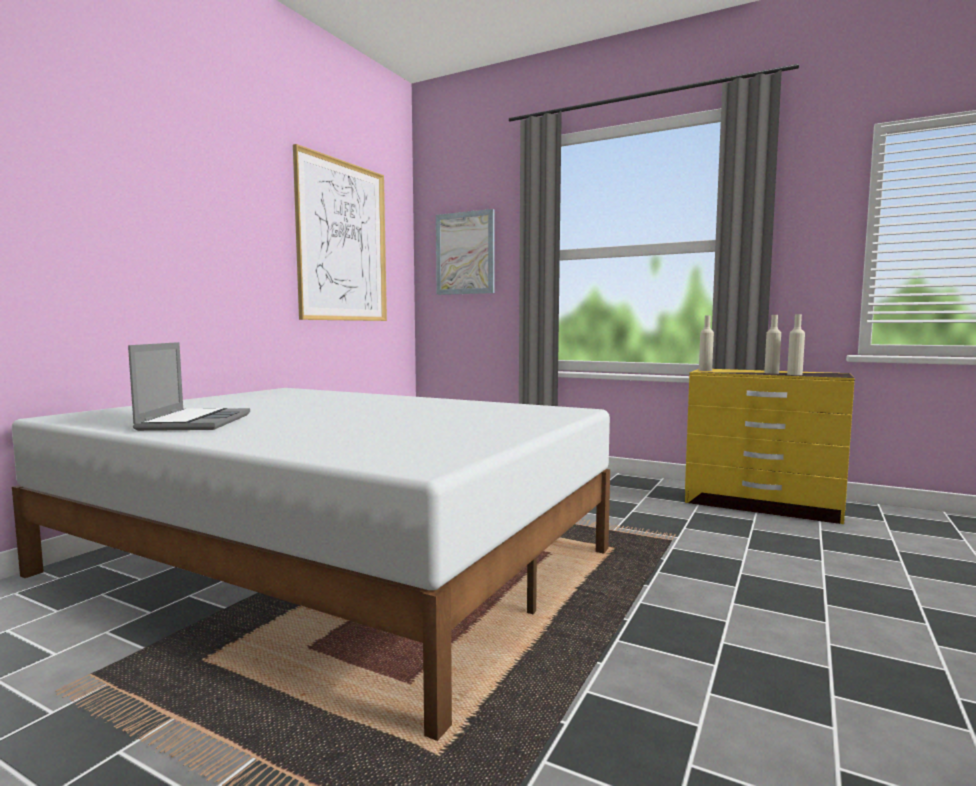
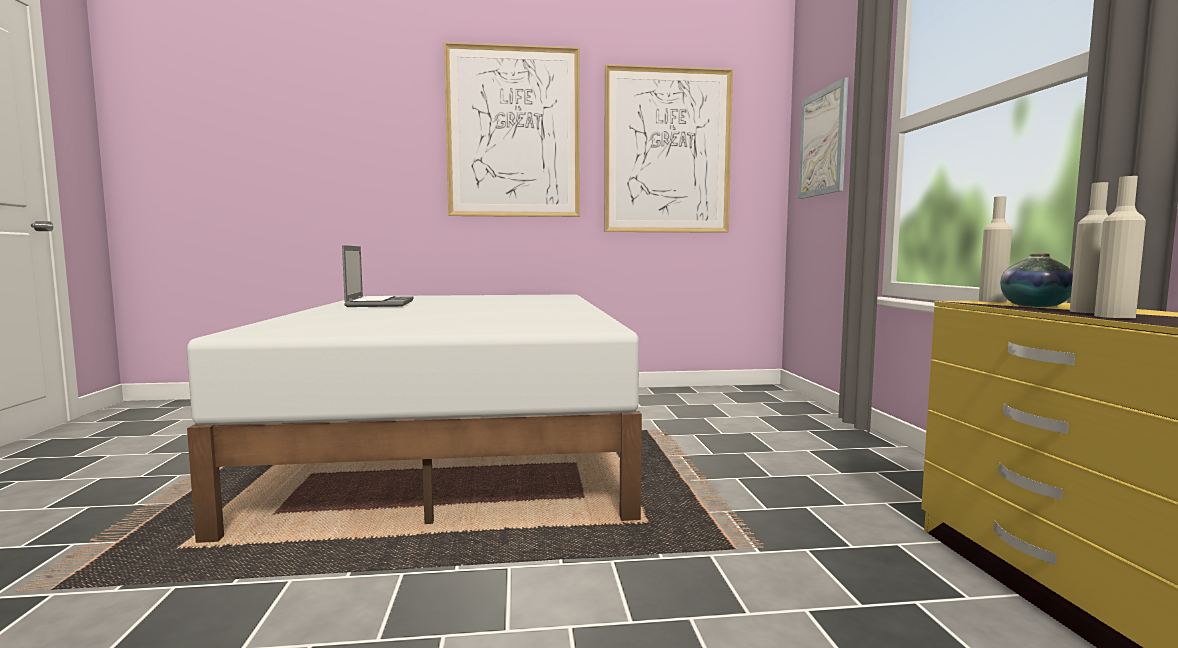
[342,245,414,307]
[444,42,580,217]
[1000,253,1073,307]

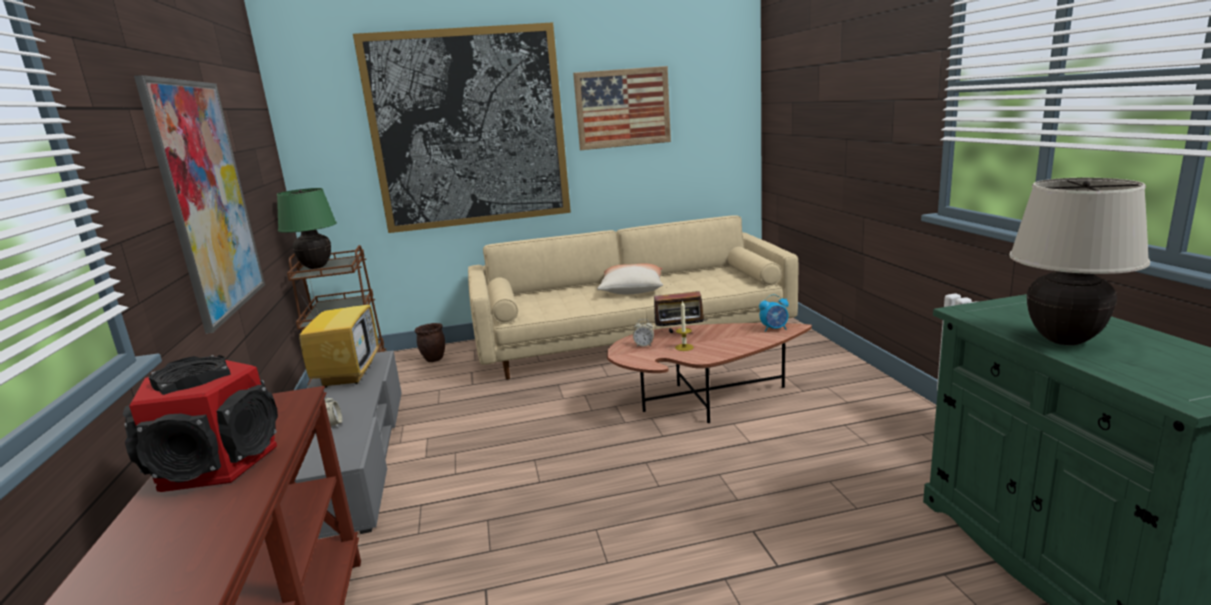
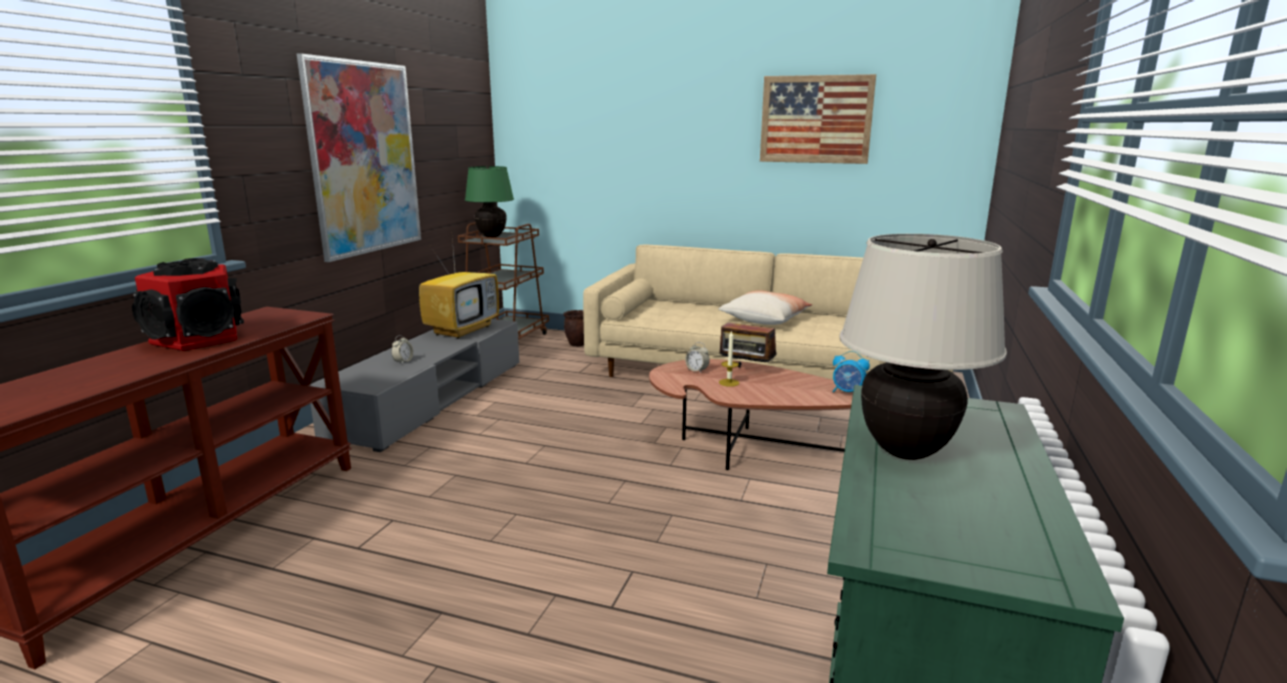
[353,22,571,233] (first image)

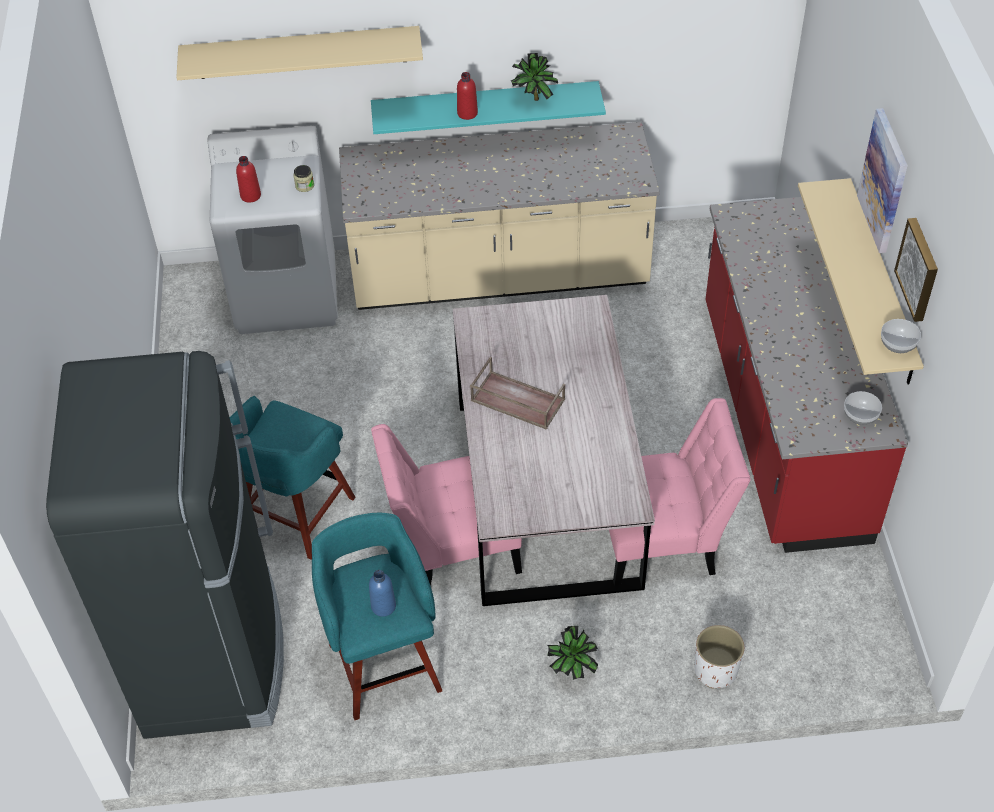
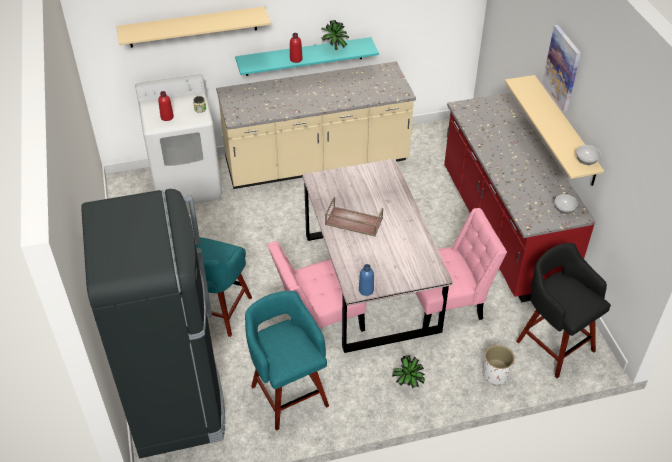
[894,218,938,322] (first image)
[359,264,374,296]
[516,243,611,378]

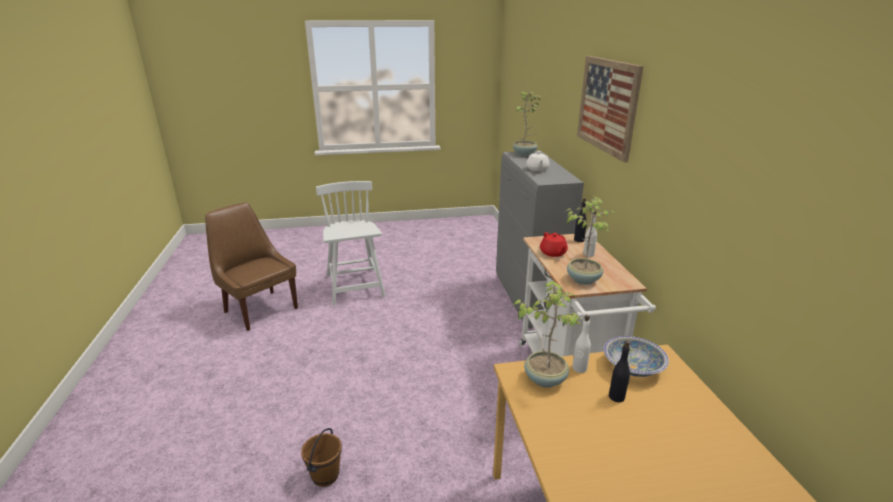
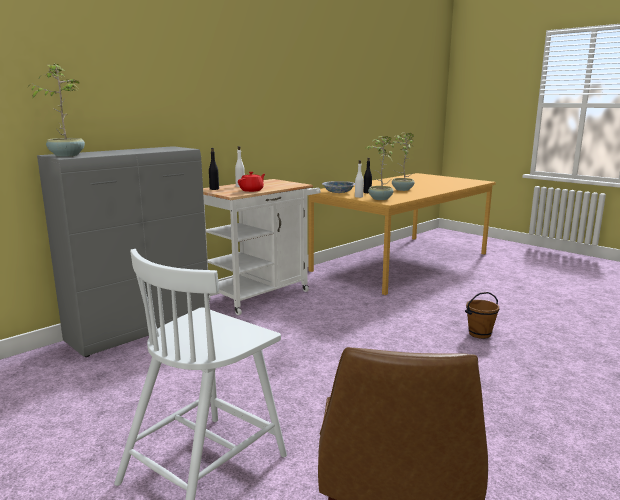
[577,56,644,162] (first image)
[526,151,550,171] (first image)
[392,133,415,191]

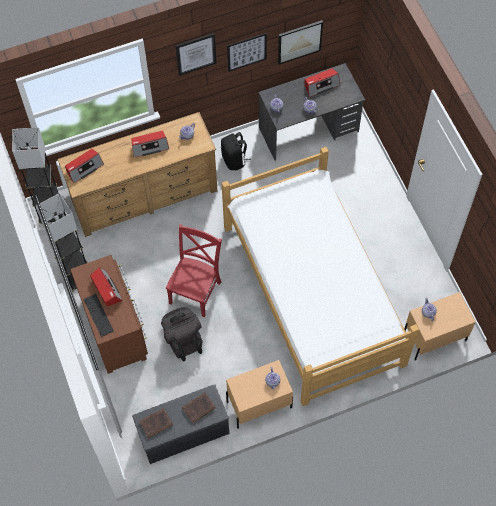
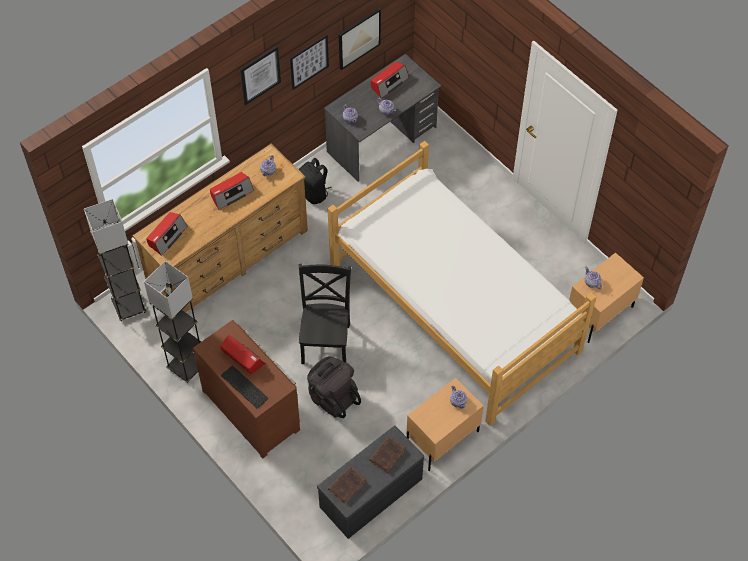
[298,264,351,364]

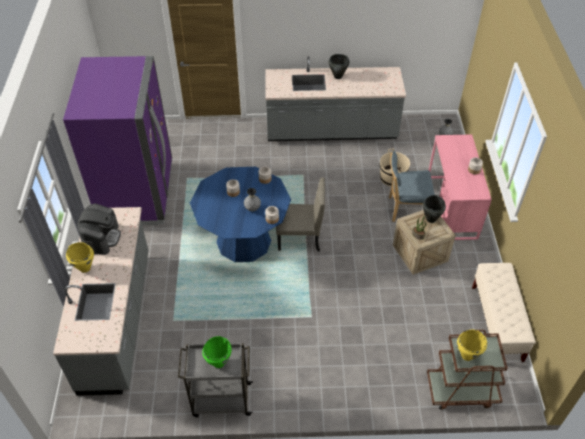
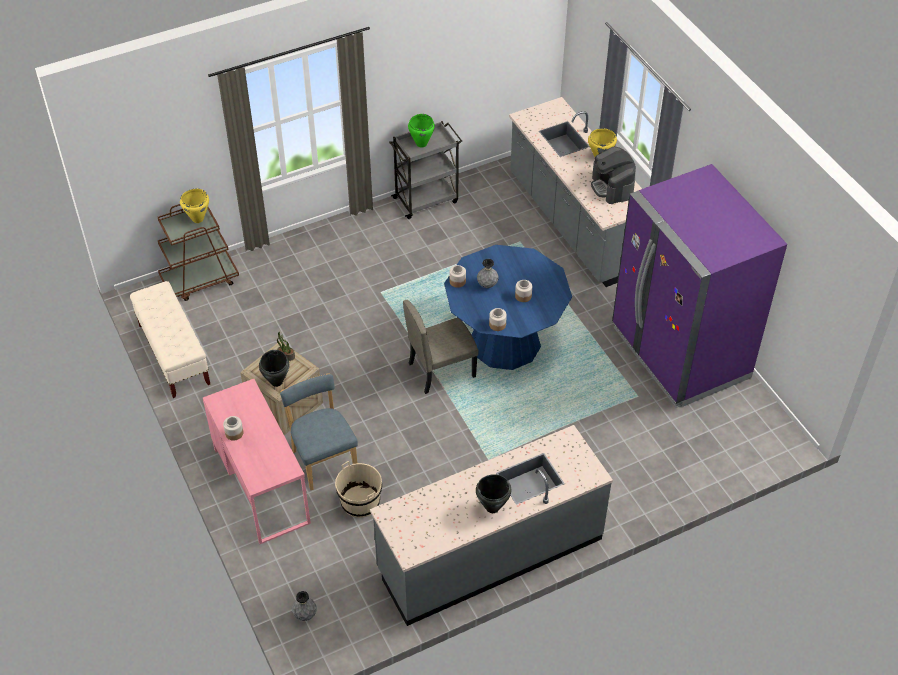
[280,373,358,490]

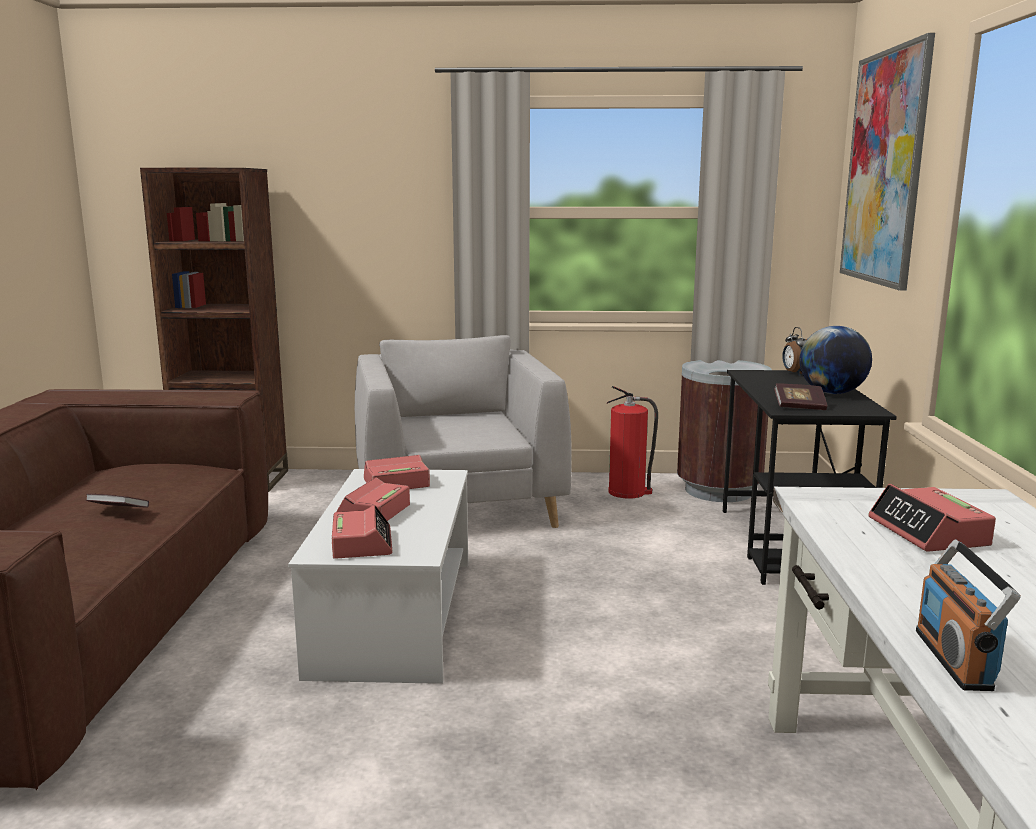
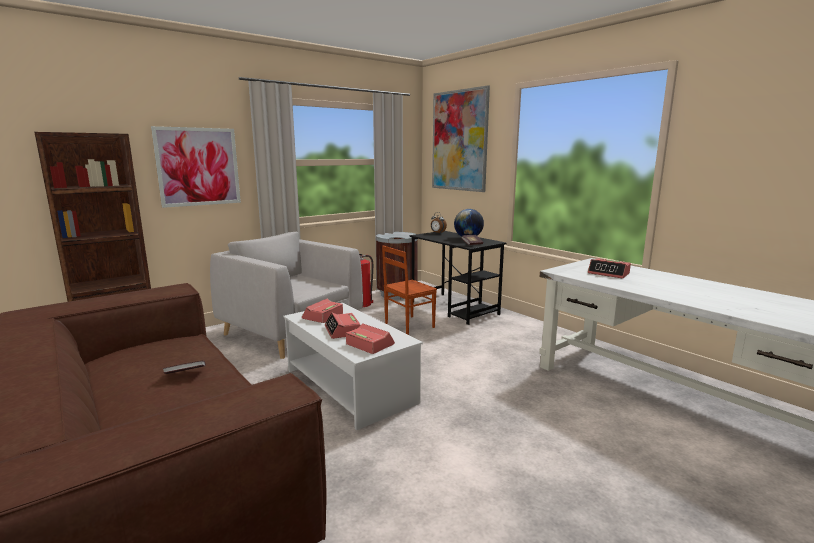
[916,539,1021,691] (first image)
[151,126,241,208]
[382,246,437,335]

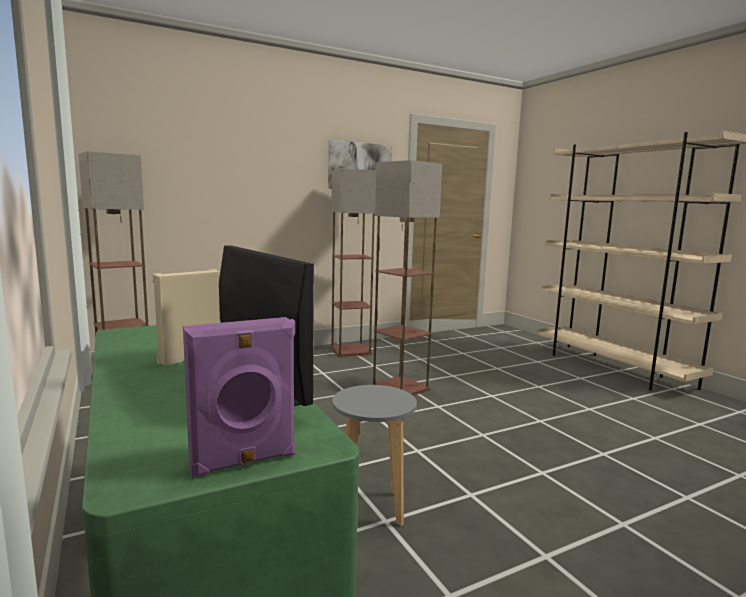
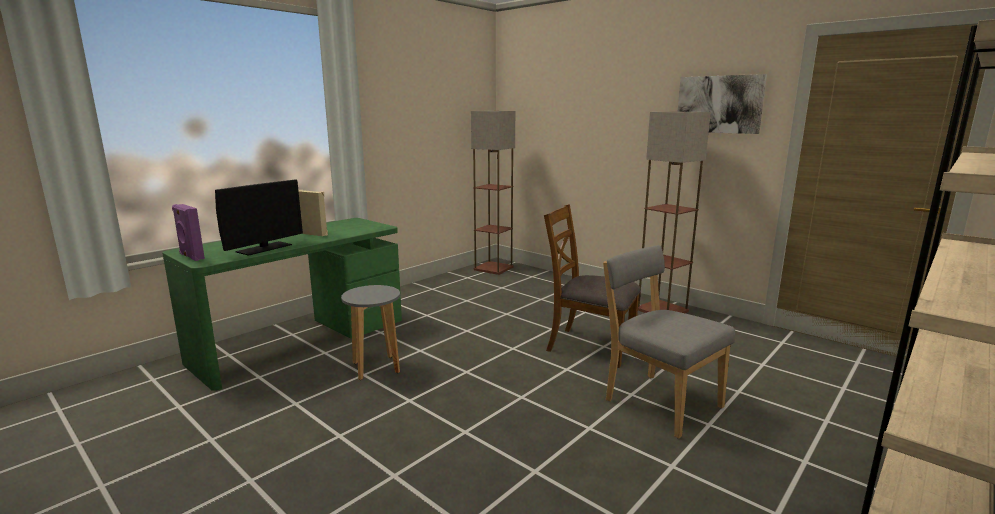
[544,204,641,368]
[603,245,735,439]

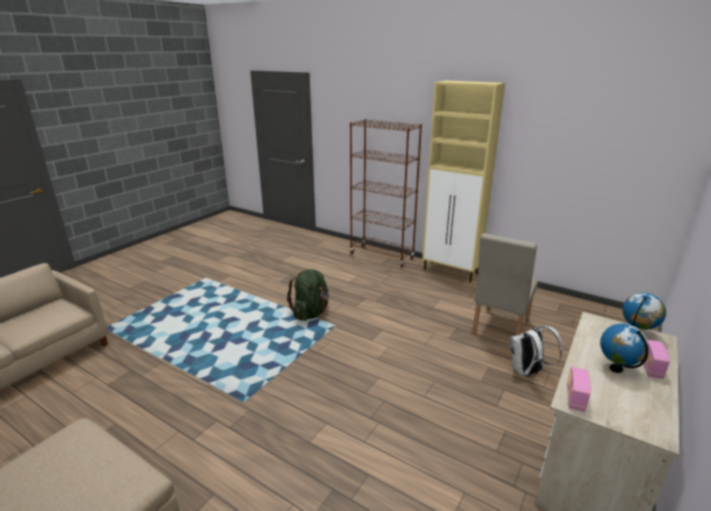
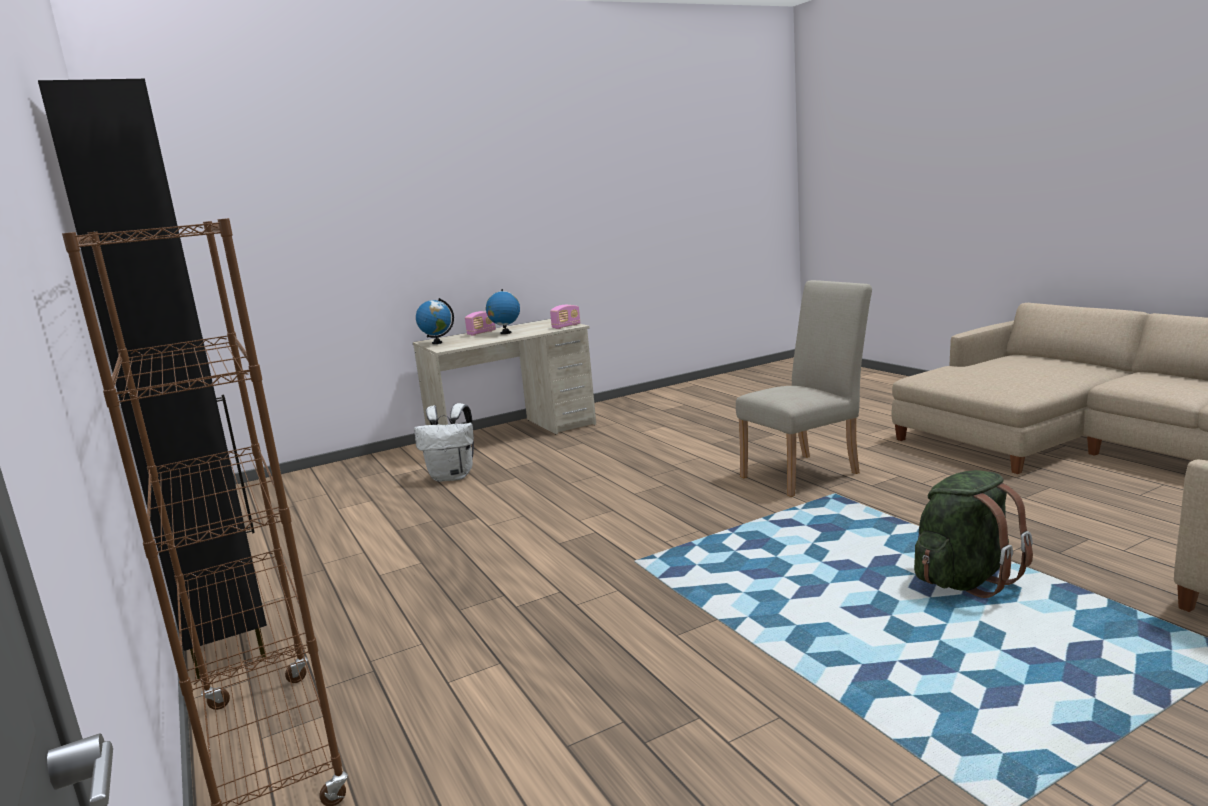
[38,79,267,679]
[736,280,872,497]
[914,470,1033,598]

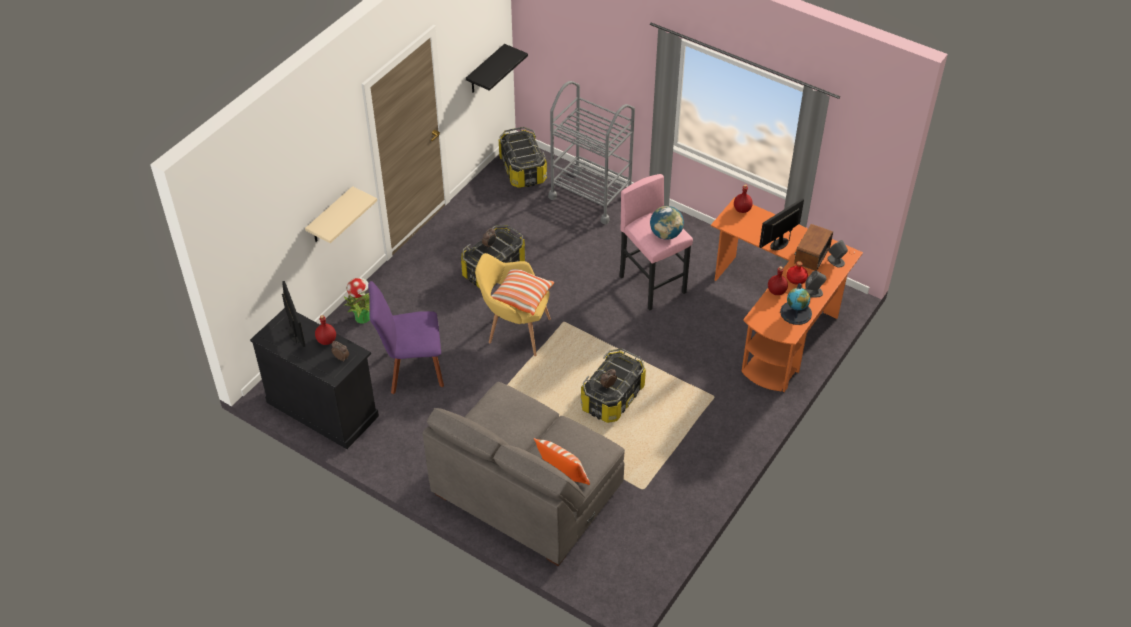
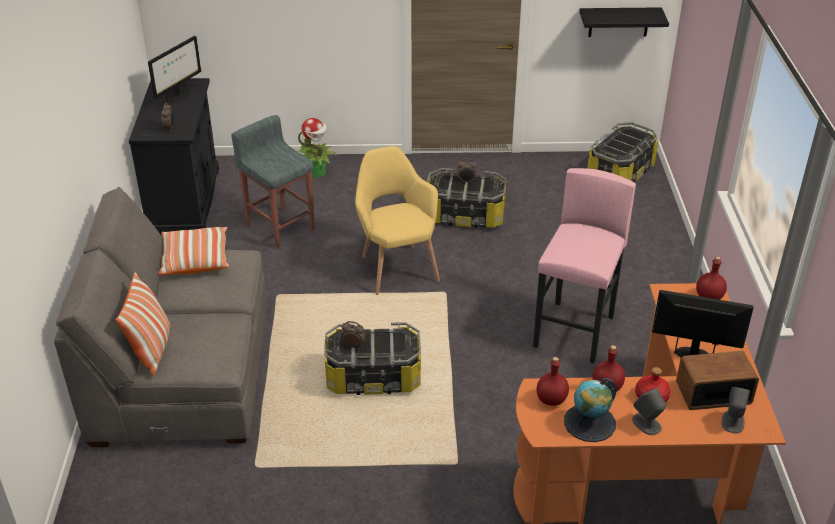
[548,81,635,224] (first image)
[305,186,377,243] (first image)
[650,206,684,240] (first image)
[158,227,229,275]
[231,115,315,249]
[537,357,569,406]

